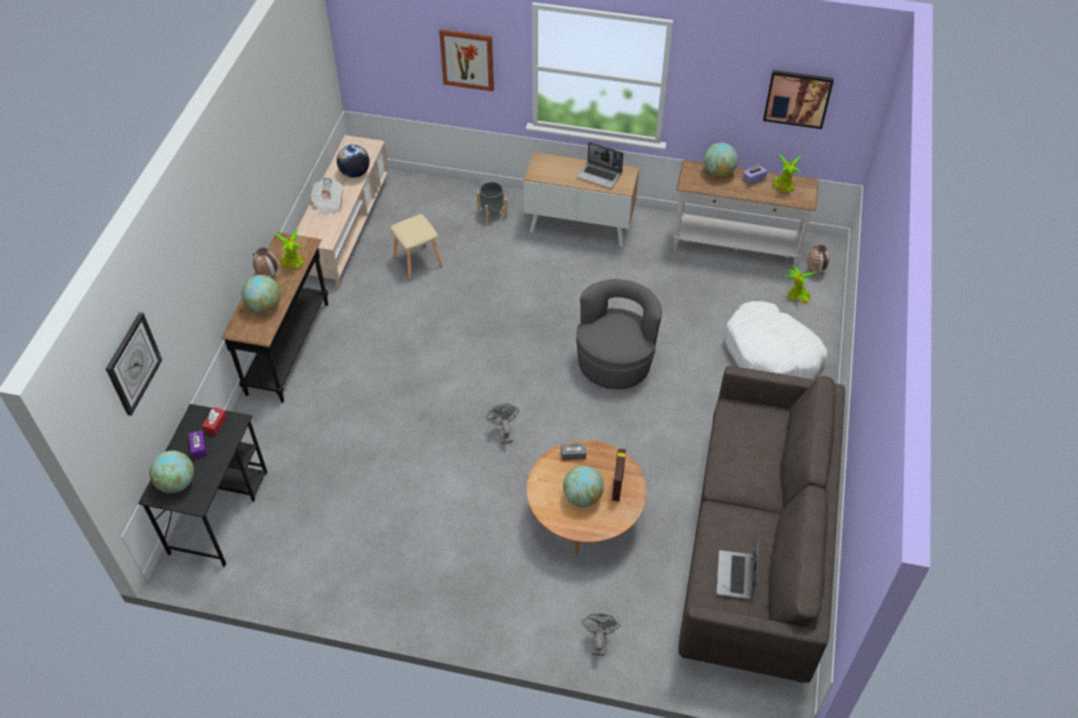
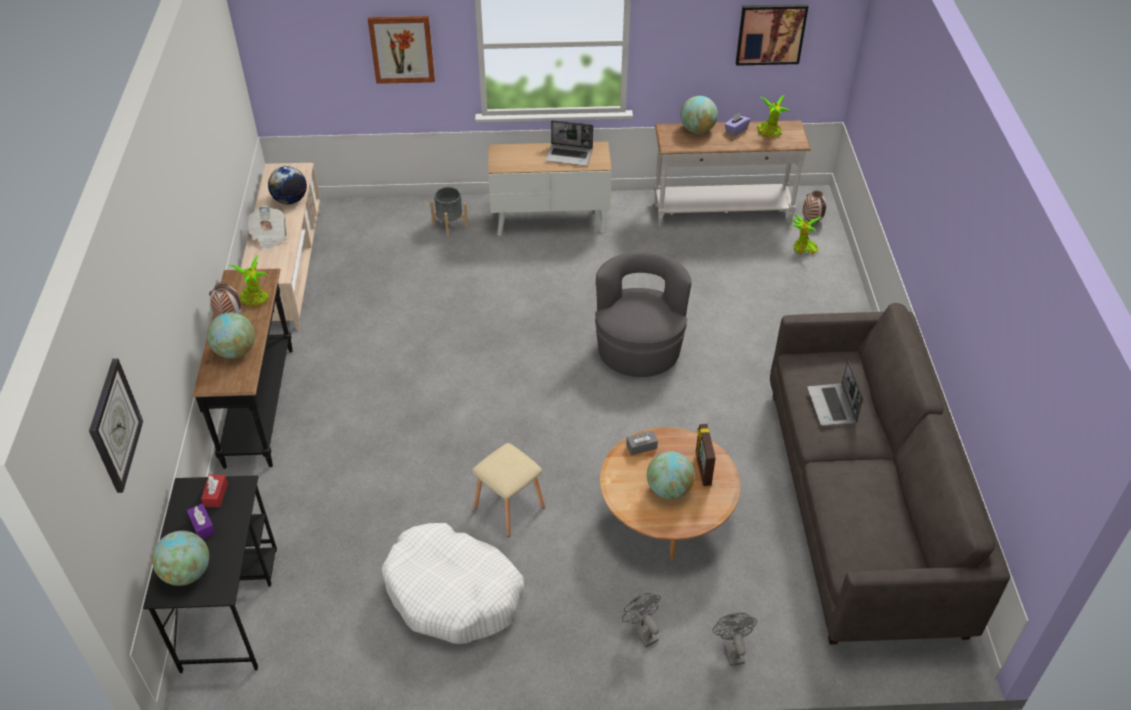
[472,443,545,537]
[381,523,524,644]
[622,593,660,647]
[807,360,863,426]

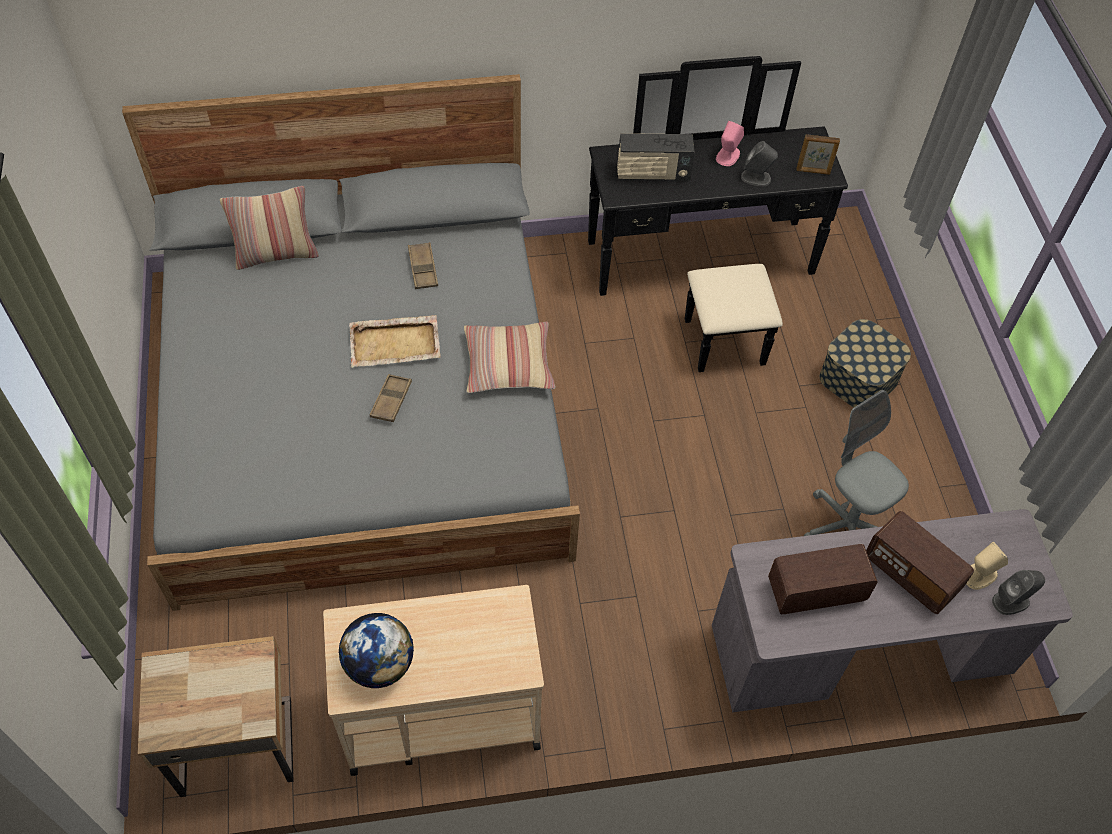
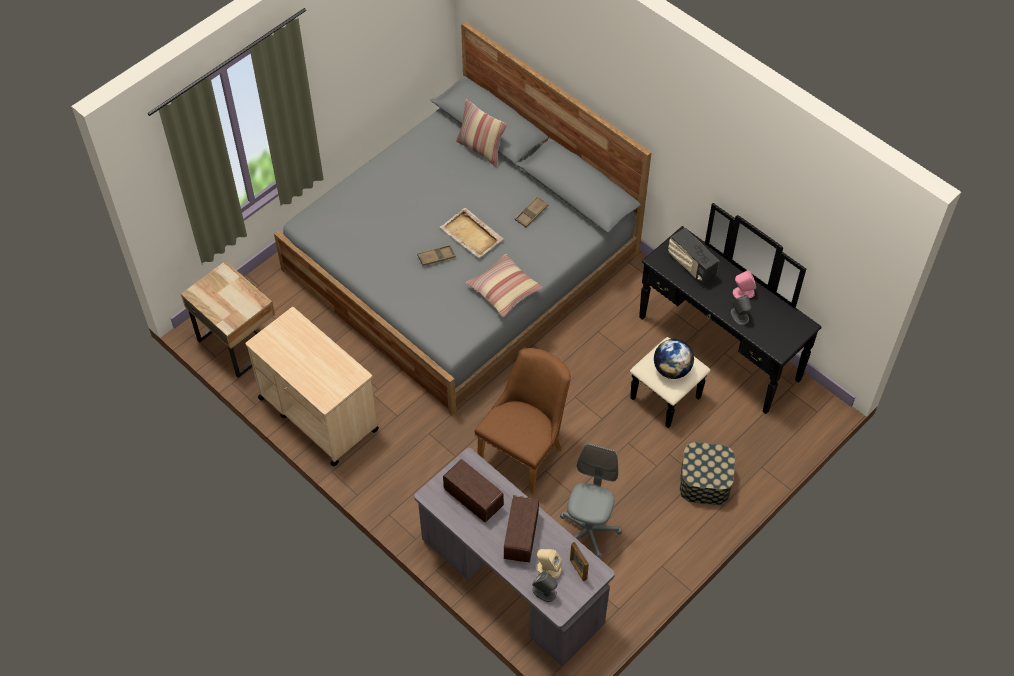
[570,542,589,581]
[654,339,694,379]
[474,348,571,494]

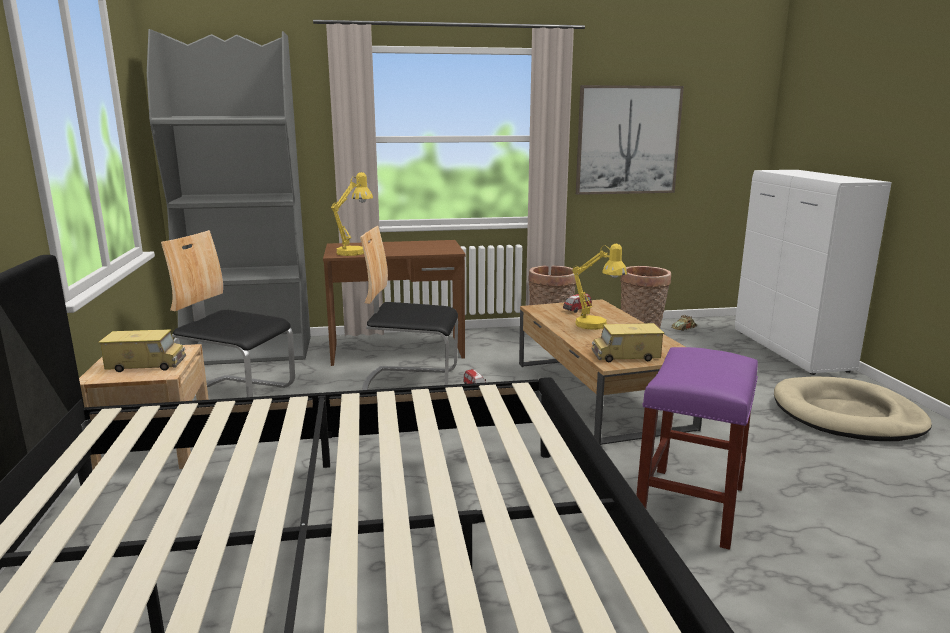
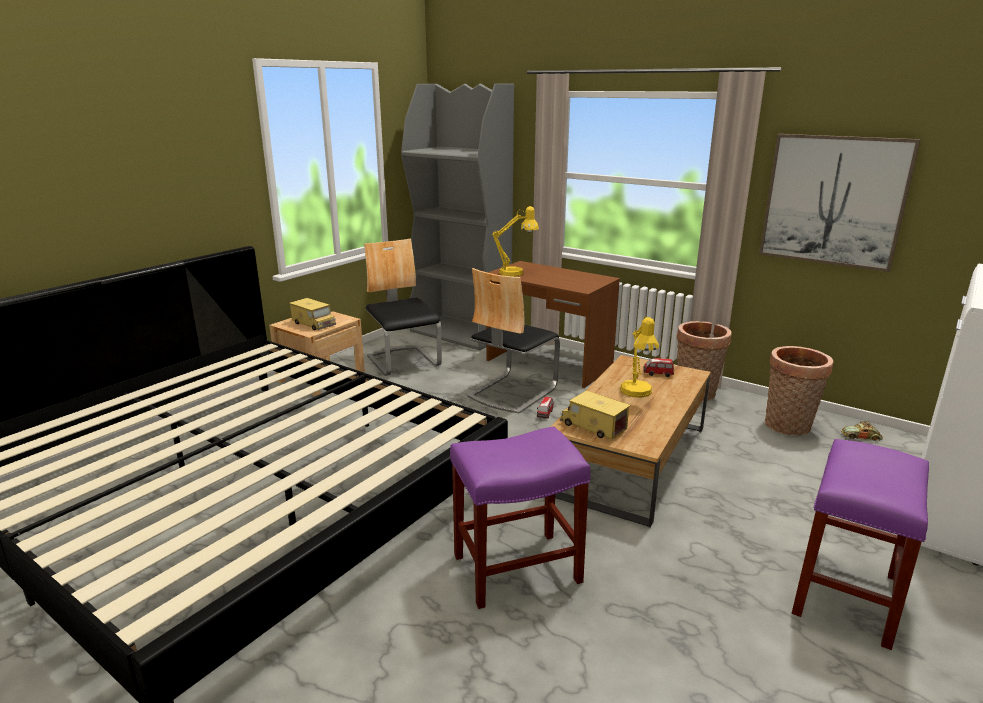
[467,268,560,414]
[792,439,929,650]

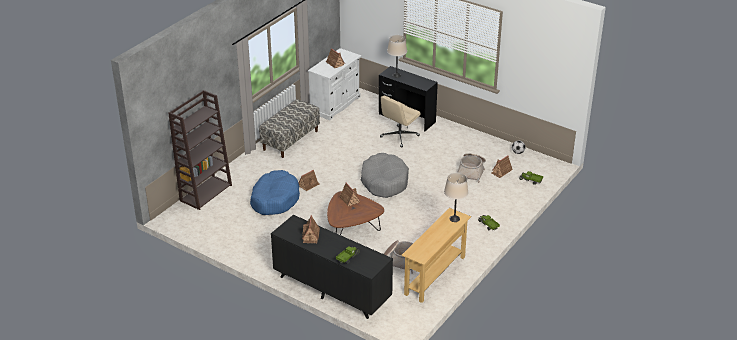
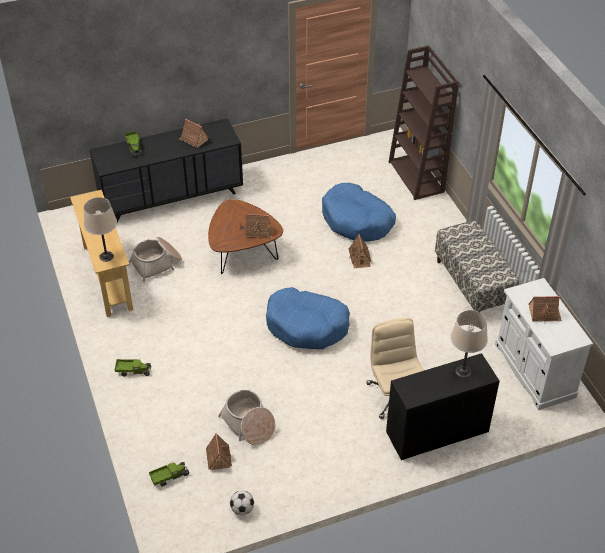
[266,287,350,349]

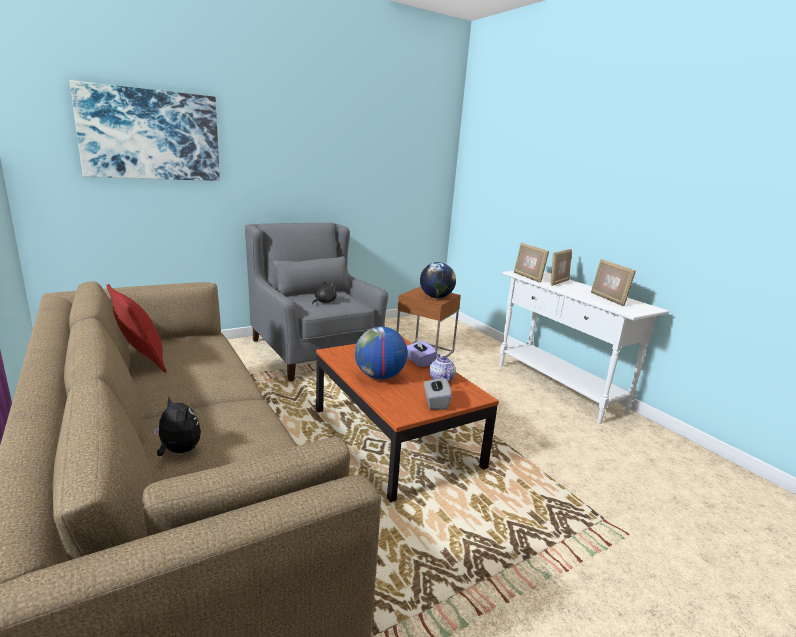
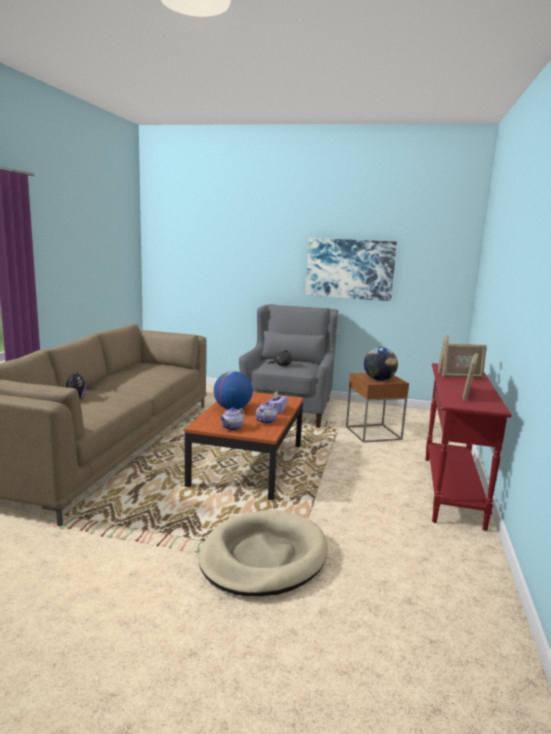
[306,238,397,301]
[425,363,512,531]
[106,284,167,373] (first image)
[220,407,245,430]
[199,510,328,596]

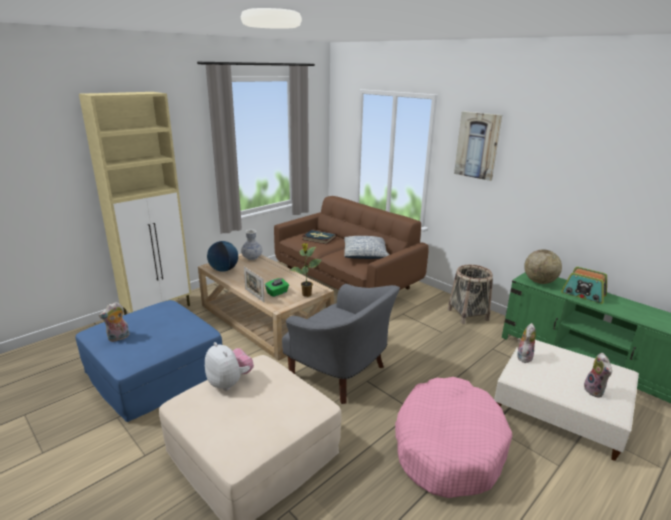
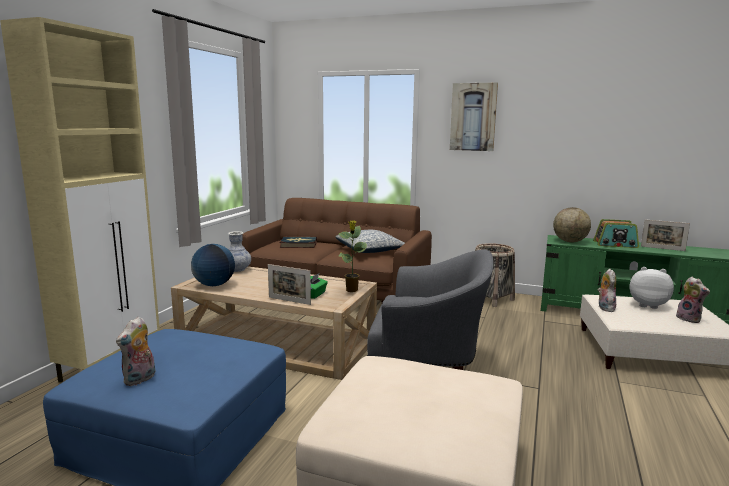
[630,267,674,309]
[395,377,512,498] (first image)
[641,219,690,251]

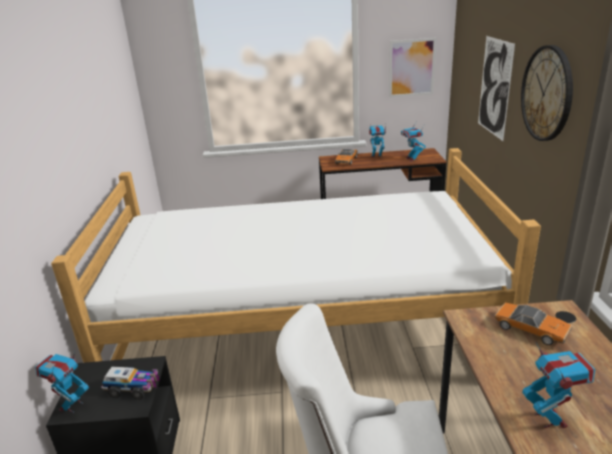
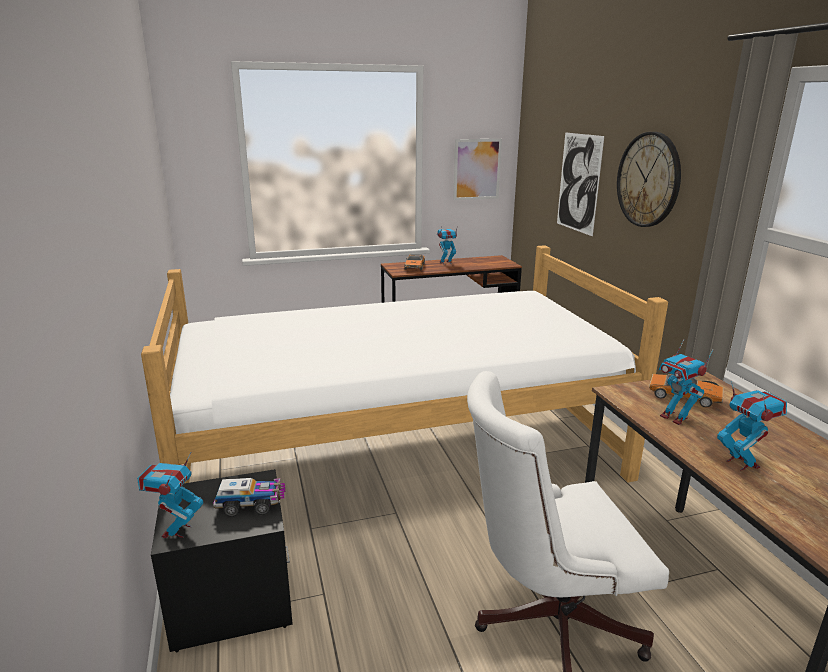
[659,340,713,425]

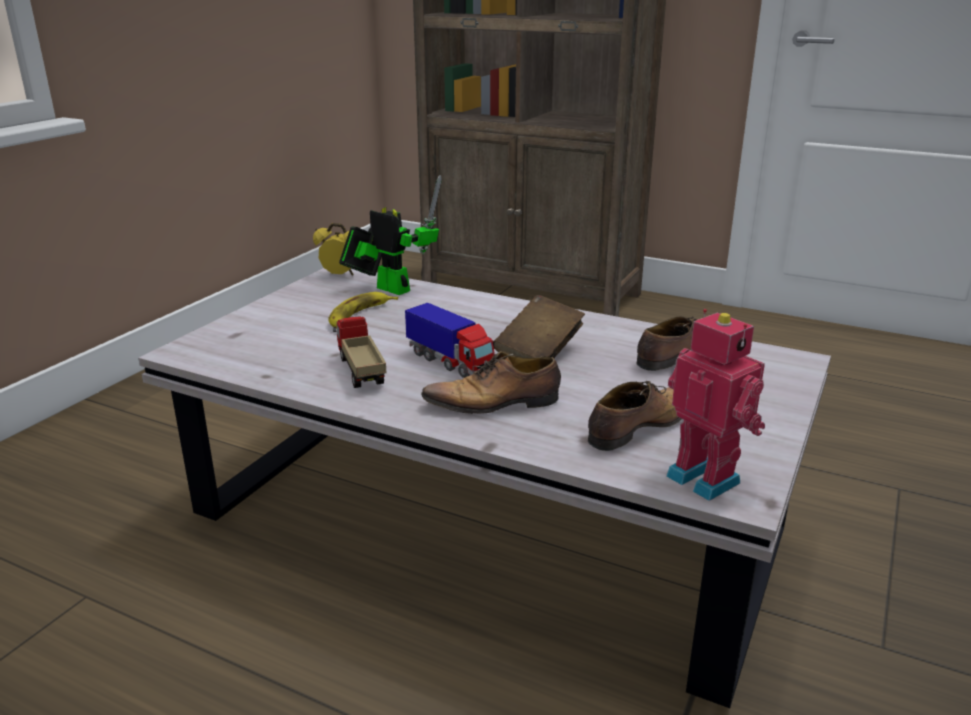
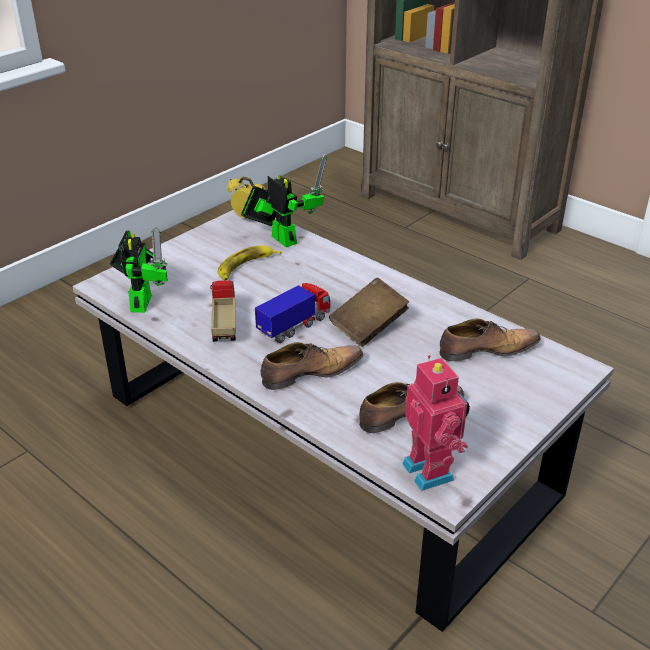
[255,283,330,343]
[261,342,363,390]
[110,227,168,313]

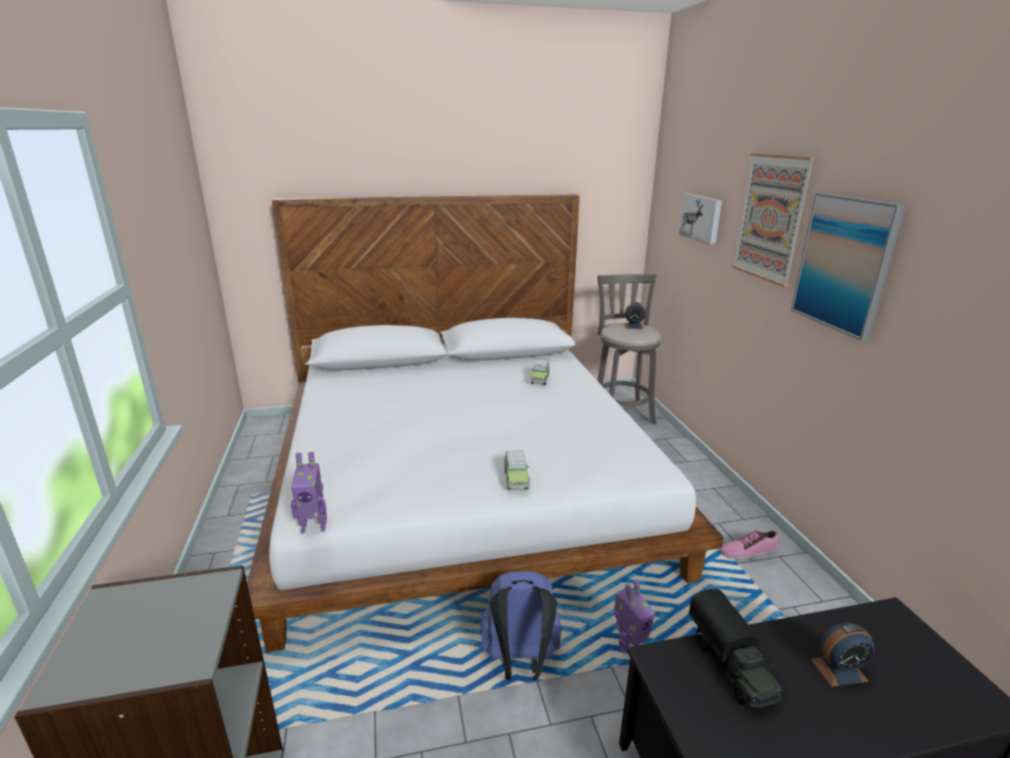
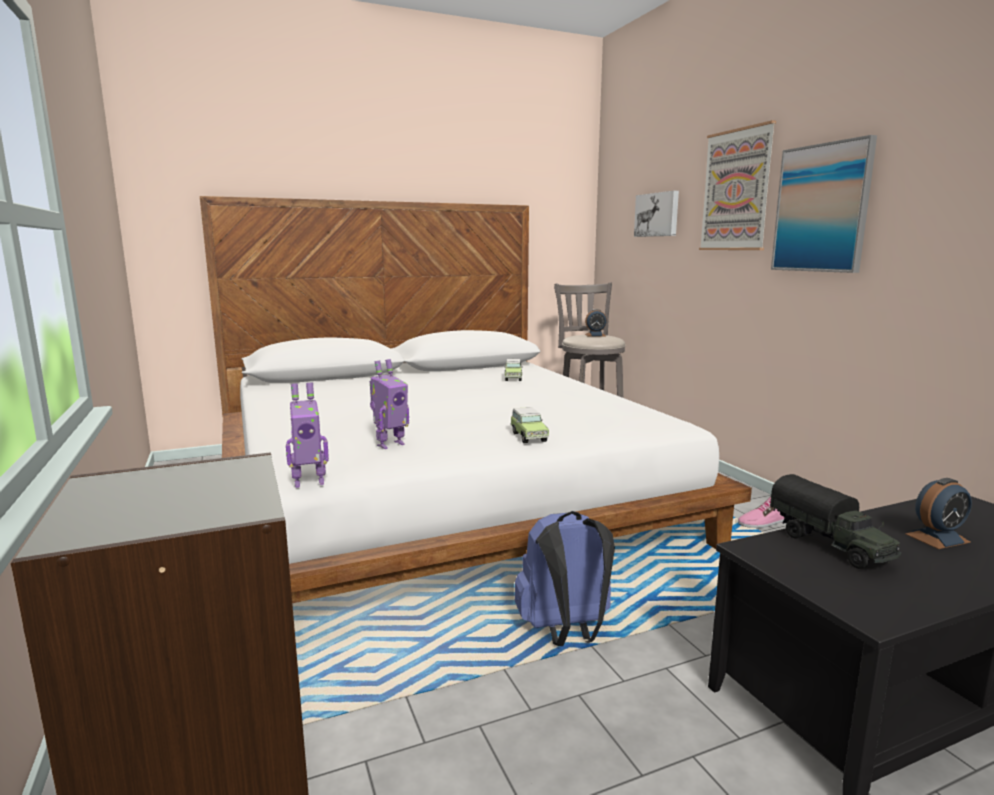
[370,359,409,449]

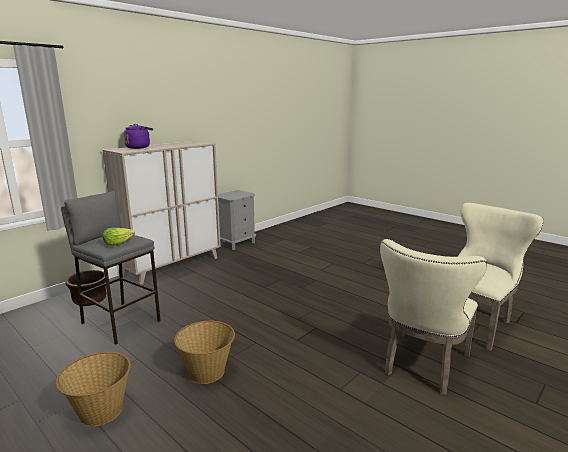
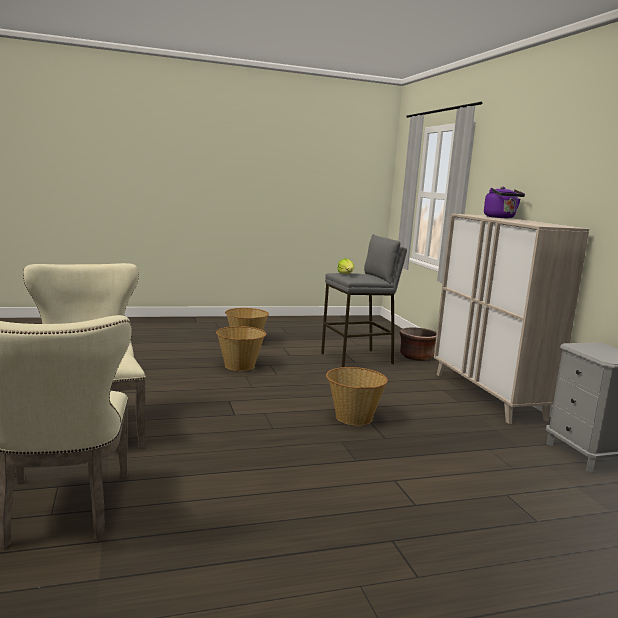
[326,367,388,426]

